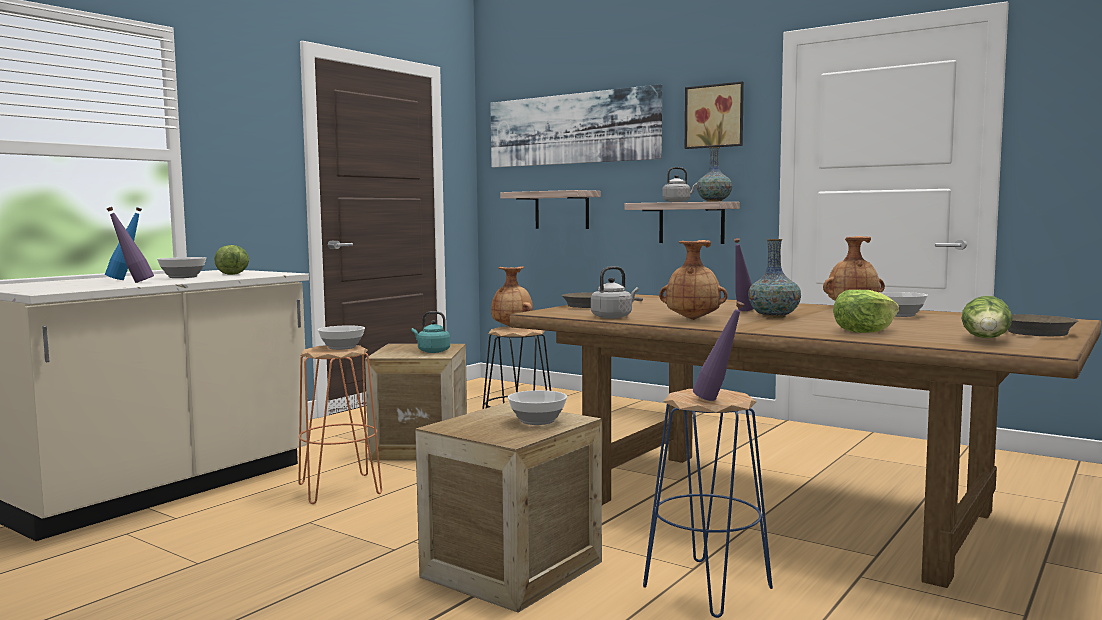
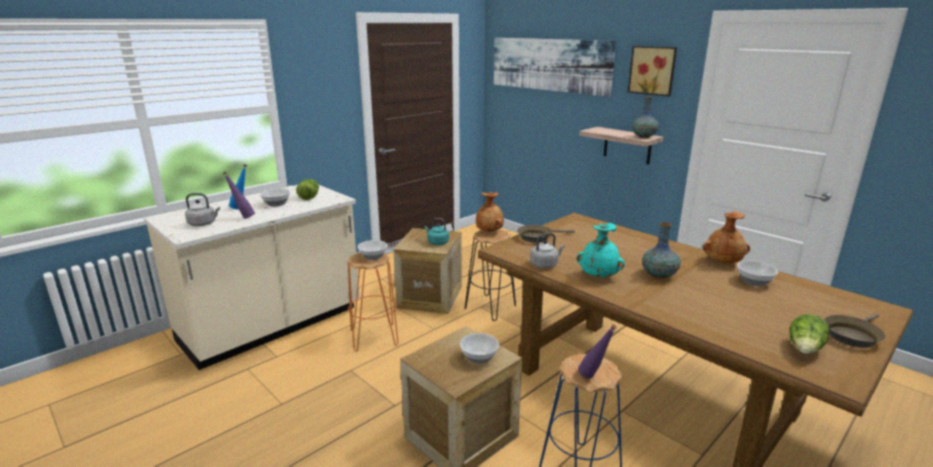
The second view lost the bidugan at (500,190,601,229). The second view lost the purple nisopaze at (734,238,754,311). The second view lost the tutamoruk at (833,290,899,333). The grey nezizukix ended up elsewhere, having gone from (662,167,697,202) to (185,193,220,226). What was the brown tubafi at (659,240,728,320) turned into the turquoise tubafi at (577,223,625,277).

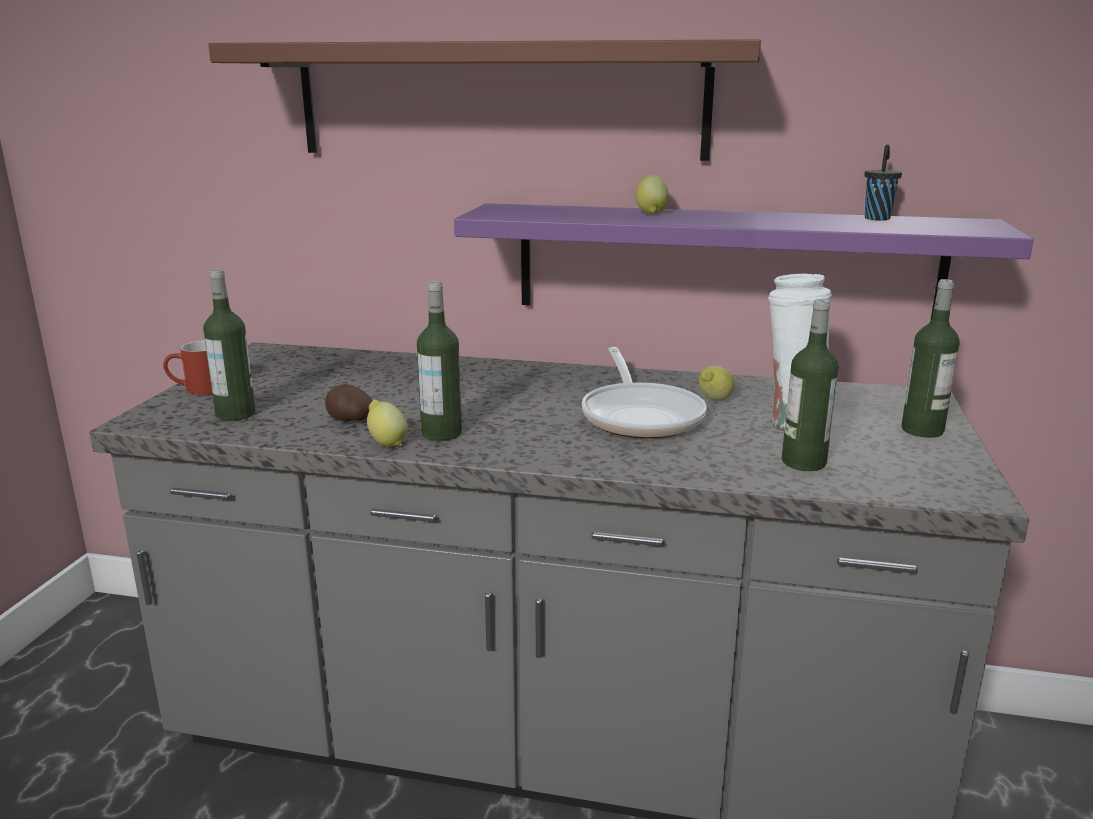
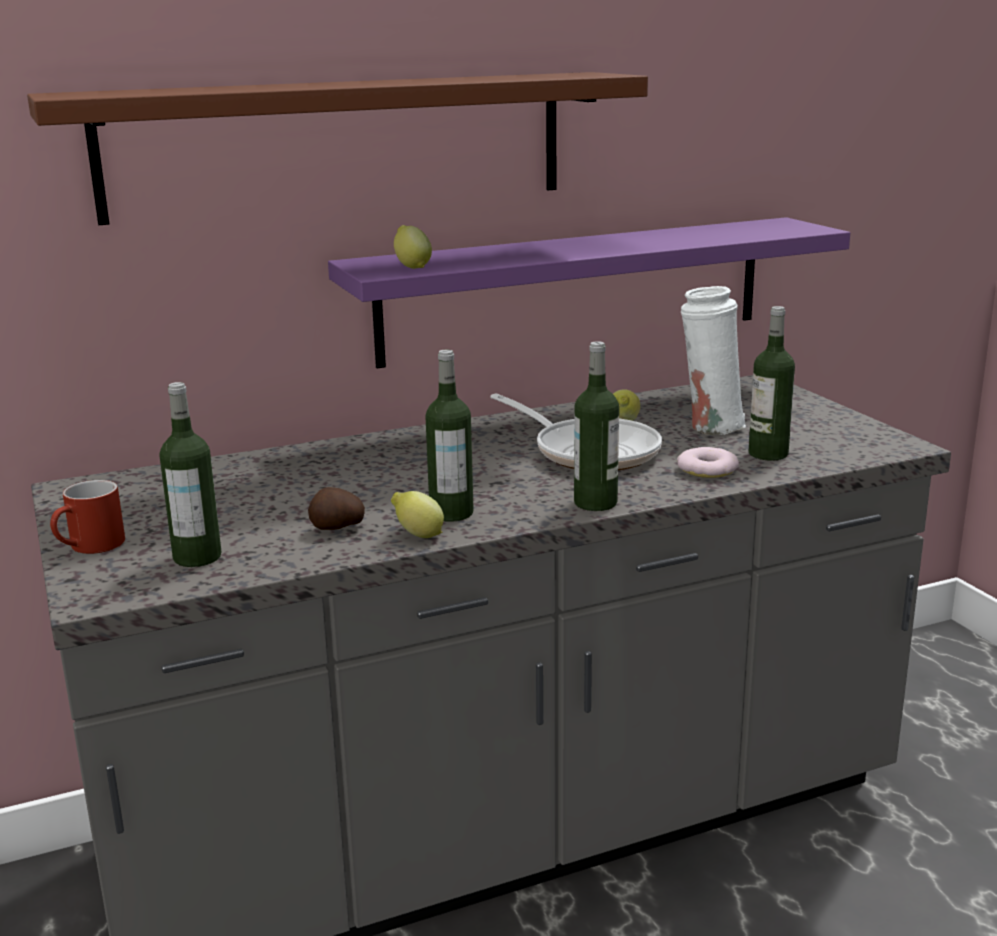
The second view lost the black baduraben at (865,145,902,221). The second view gained the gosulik at (677,447,739,478). The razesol ended up elsewhere, having gone from (636,174,669,214) to (394,225,432,269). The nisopaze ended up elsewhere, having gone from (901,279,960,438) to (574,341,619,511).

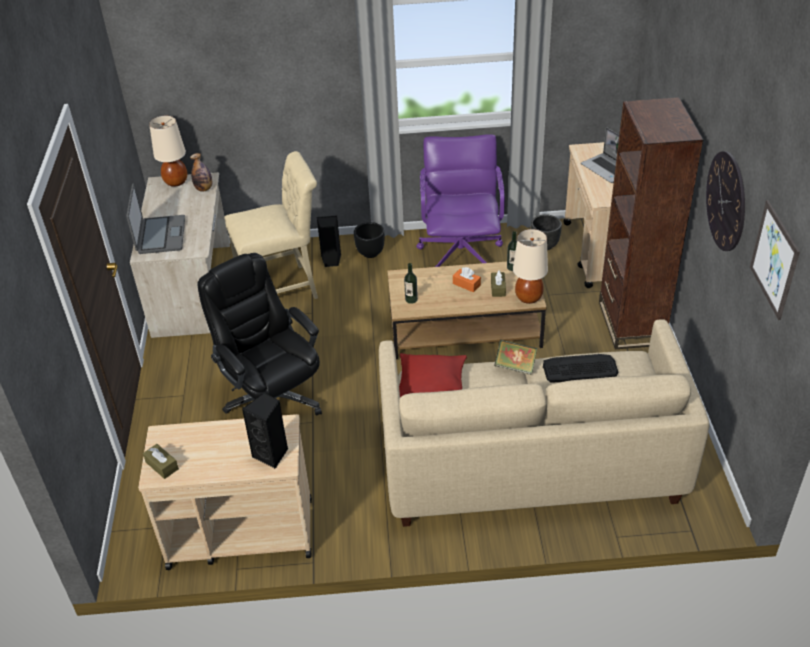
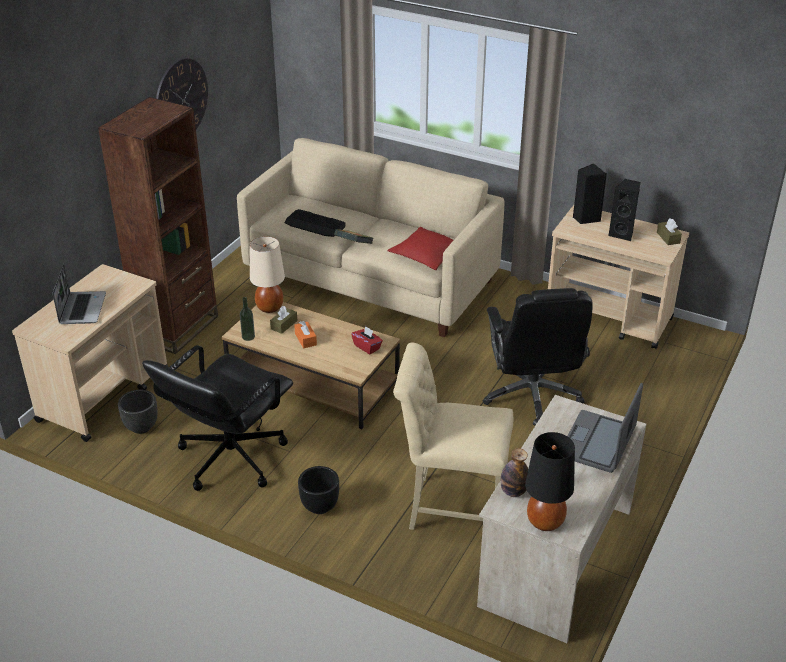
The second view lost the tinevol at (750,200,800,320). The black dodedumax ended up elsewhere, having gone from (316,215,341,267) to (609,179,641,241). Where the nisopaze stood at (404,263,418,304), the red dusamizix came to stand at (351,326,383,354). What was the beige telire at (149,116,187,187) turned into the black telire at (525,432,575,531). What was the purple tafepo at (416,134,505,267) turned into the black tafepo at (142,345,293,491).

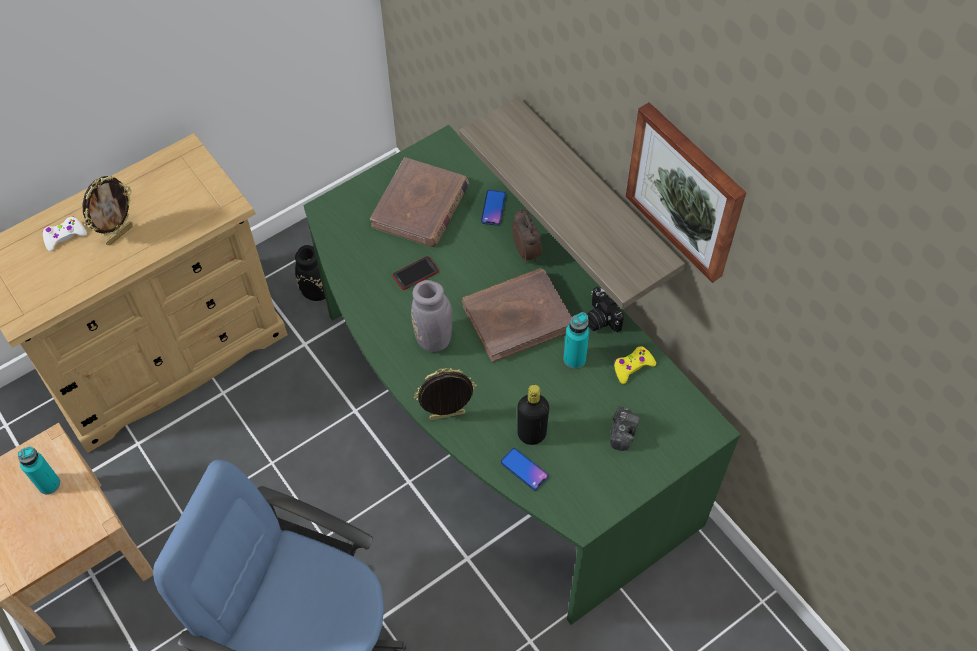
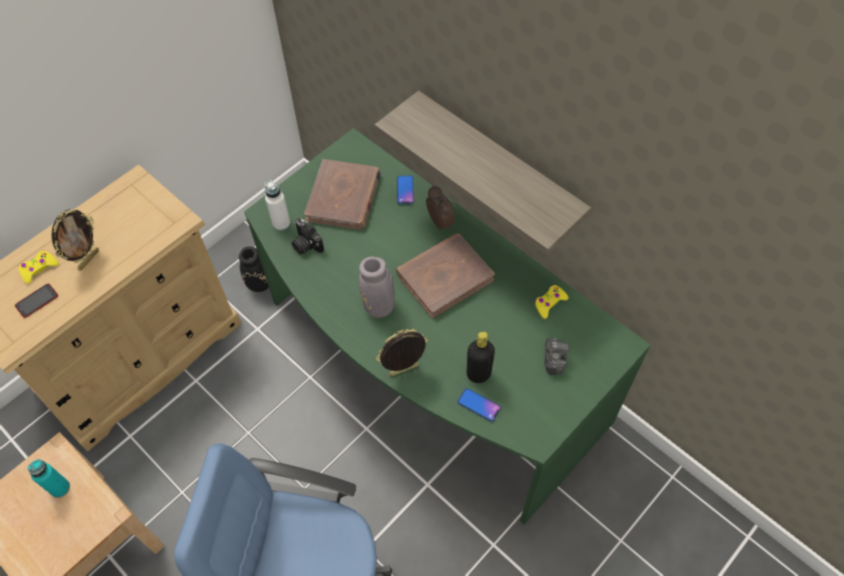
The second view lost the turquoise nisopaze at (563,312,589,369). The second view lost the tinevol at (626,102,746,283). The second view gained the white nisopaze at (265,180,291,231). The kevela ended up elsewhere, having gone from (393,256,439,290) to (15,283,58,318). The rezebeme ended up elsewhere, having gone from (587,287,624,332) to (292,218,324,255). What was the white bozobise at (43,217,87,251) turned into the yellow bozobise at (19,250,59,284).

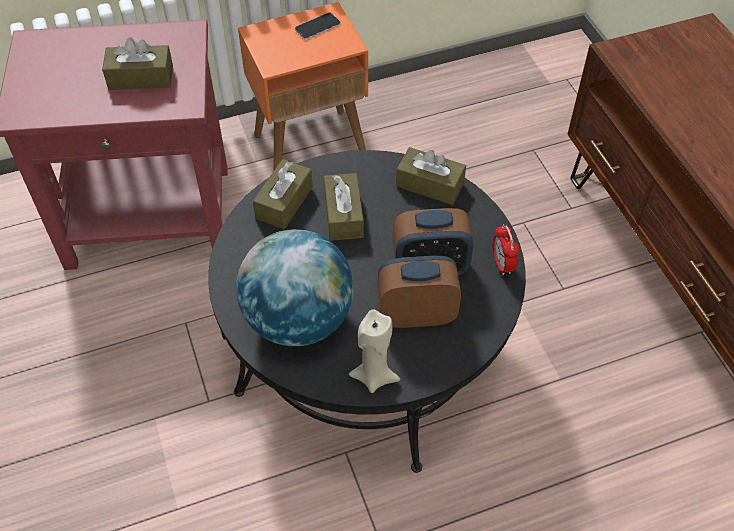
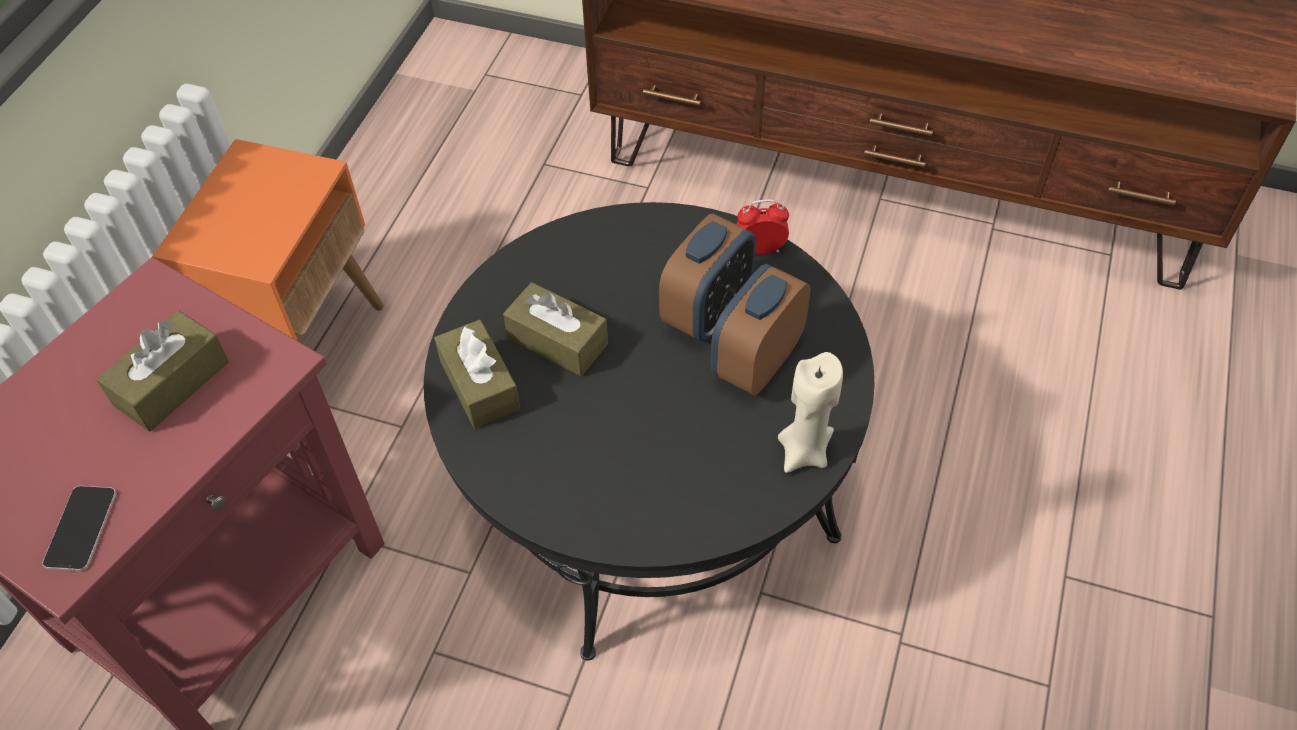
The second view lost the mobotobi at (236,229,354,346). The second view lost the brown dusamizix at (396,147,466,205). The kevela ended up elsewhere, having gone from (295,13,341,39) to (42,486,116,571). The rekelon at (493,224,519,275) ended up facing another way, 150 degrees clockwise from before.

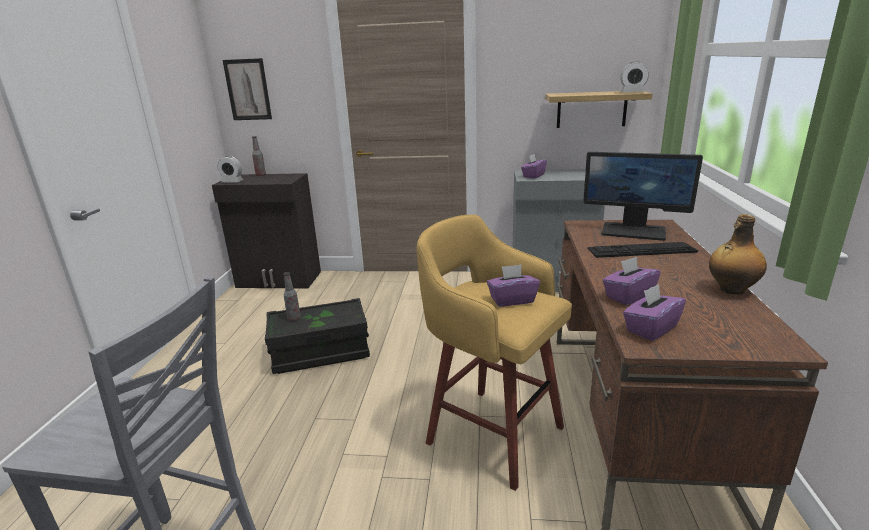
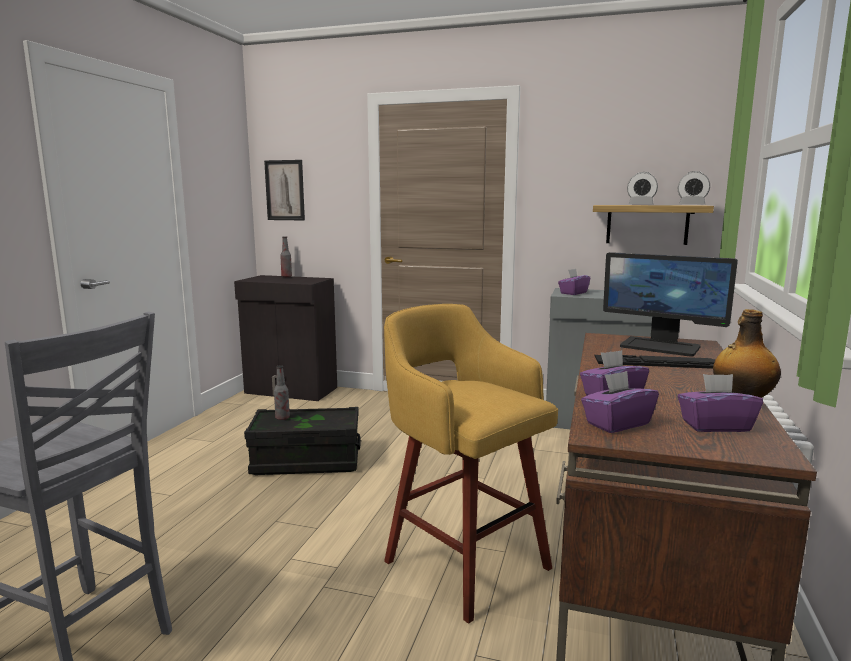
The rekelon ended up elsewhere, having gone from (218,156,243,182) to (627,172,658,204). The purple dusamizix ended up elsewhere, having gone from (487,265,540,307) to (678,374,763,432).

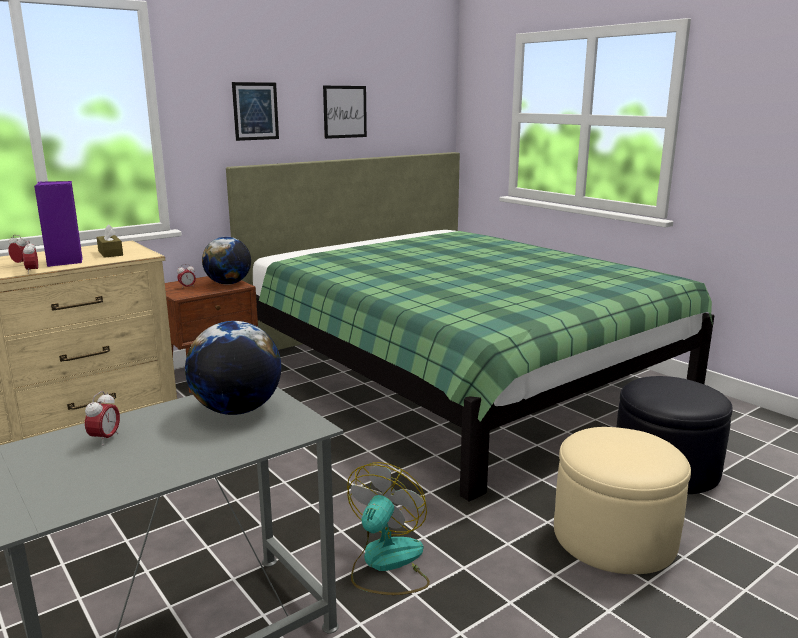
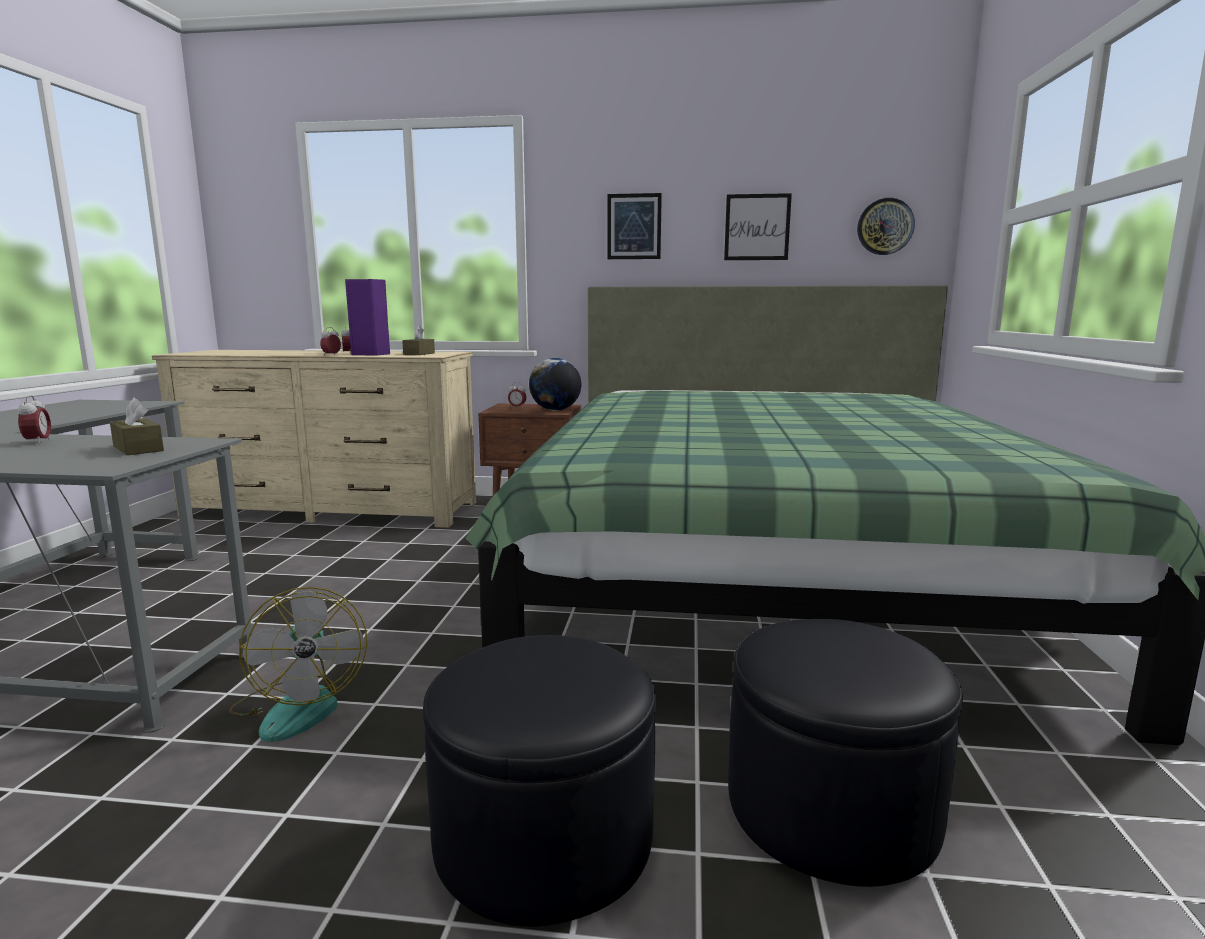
The second view gained the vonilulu at (857,198,915,255). Where the mobotobi stood at (185,321,281,415), the brown dusamizix came to stand at (110,397,164,455). What was the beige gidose at (554,427,691,574) turned into the black gidose at (423,635,656,927). The rekelon at (85,391,120,446) ended up facing another way, 75 degrees counterclockwise from before. The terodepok at (347,462,430,595) ended up facing another way, 90 degrees clockwise from before.

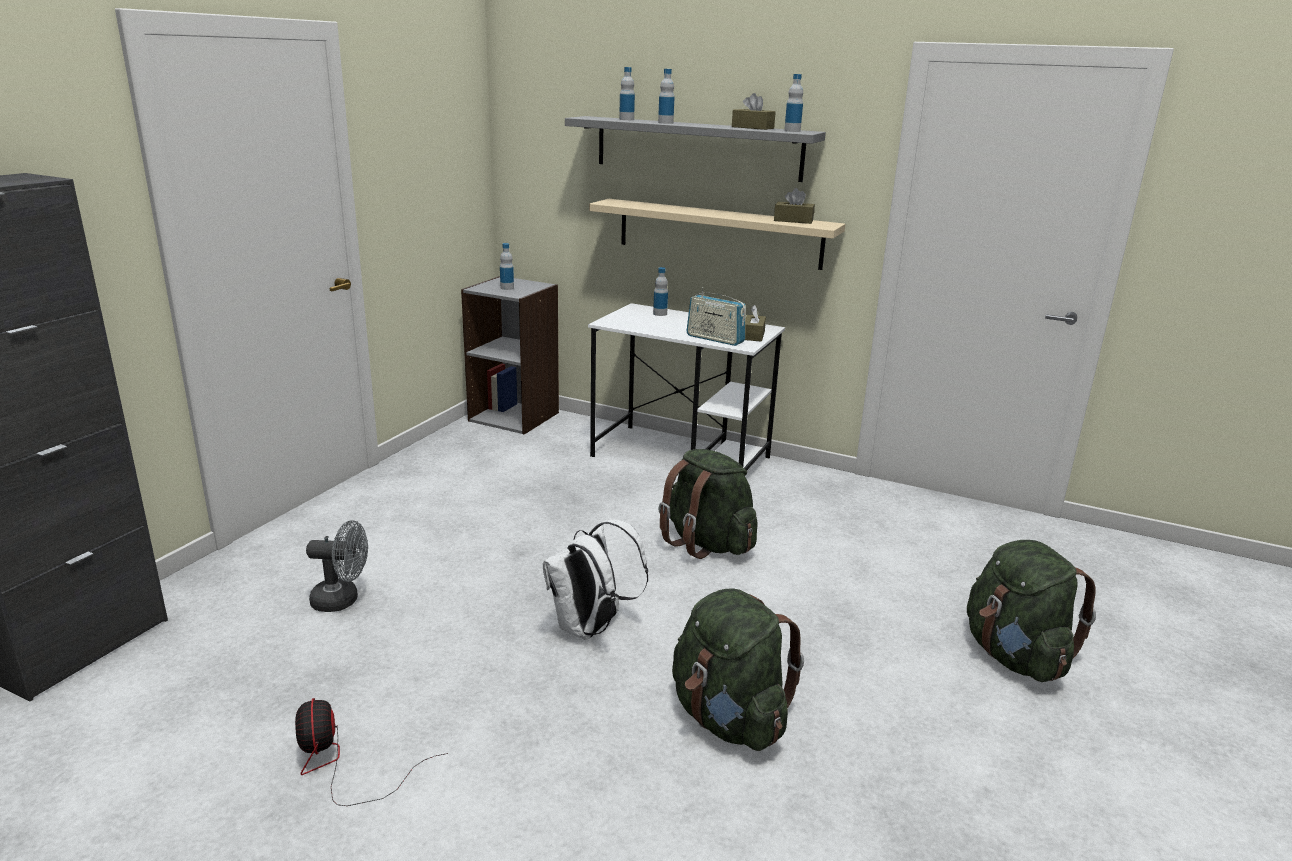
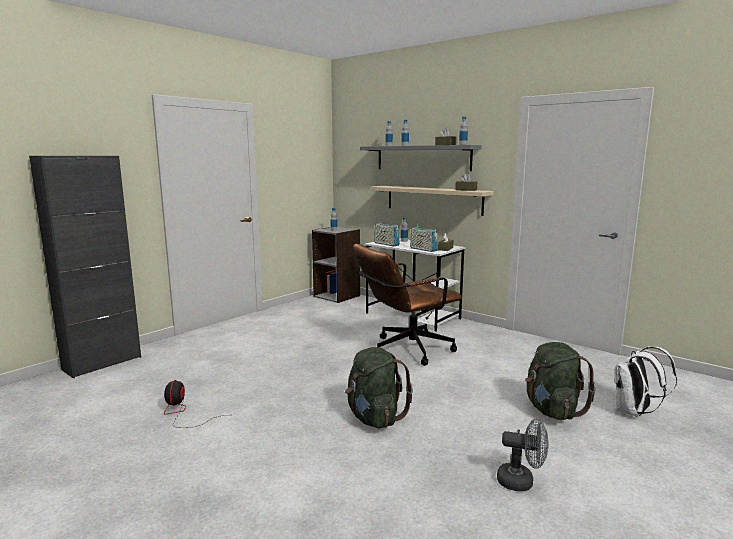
The second view gained the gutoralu at (374,219,400,246). The grey terodepok ended up elsewhere, having gone from (306,520,368,612) to (497,419,549,491). The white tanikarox ended up elsewhere, having gone from (543,520,648,640) to (614,346,677,417). Where the green tanikarox stood at (658,449,757,559), the brown tafepo came to stand at (354,244,462,366).

